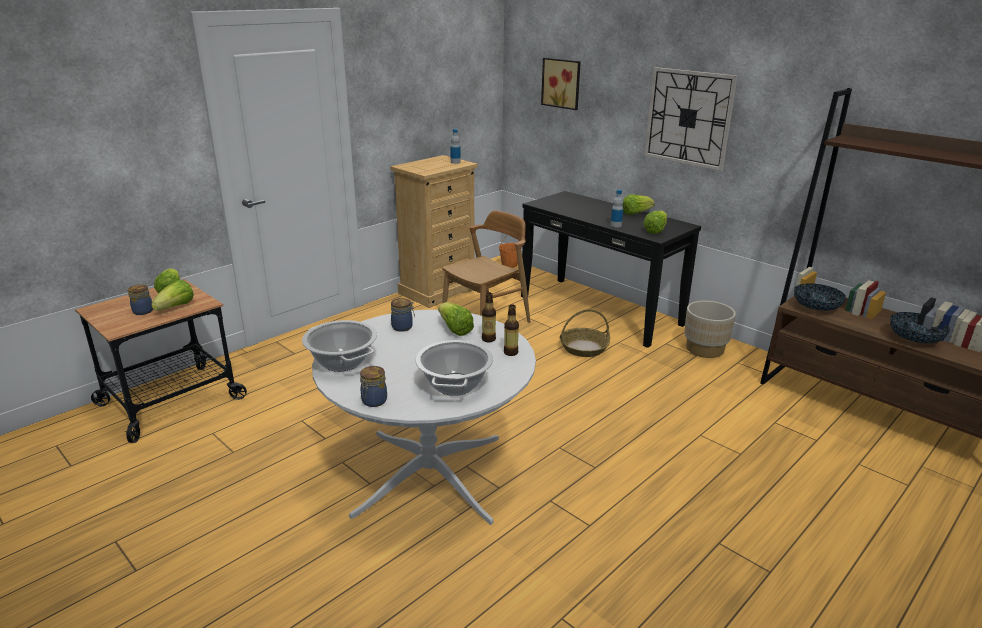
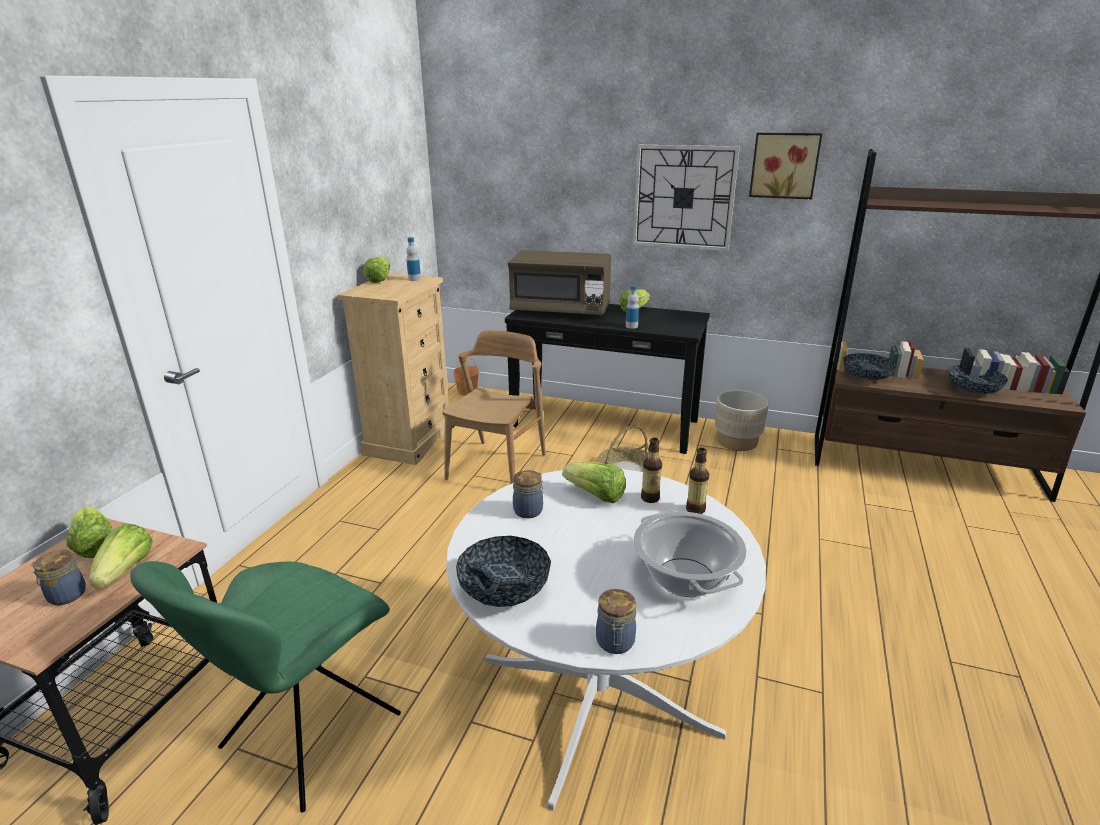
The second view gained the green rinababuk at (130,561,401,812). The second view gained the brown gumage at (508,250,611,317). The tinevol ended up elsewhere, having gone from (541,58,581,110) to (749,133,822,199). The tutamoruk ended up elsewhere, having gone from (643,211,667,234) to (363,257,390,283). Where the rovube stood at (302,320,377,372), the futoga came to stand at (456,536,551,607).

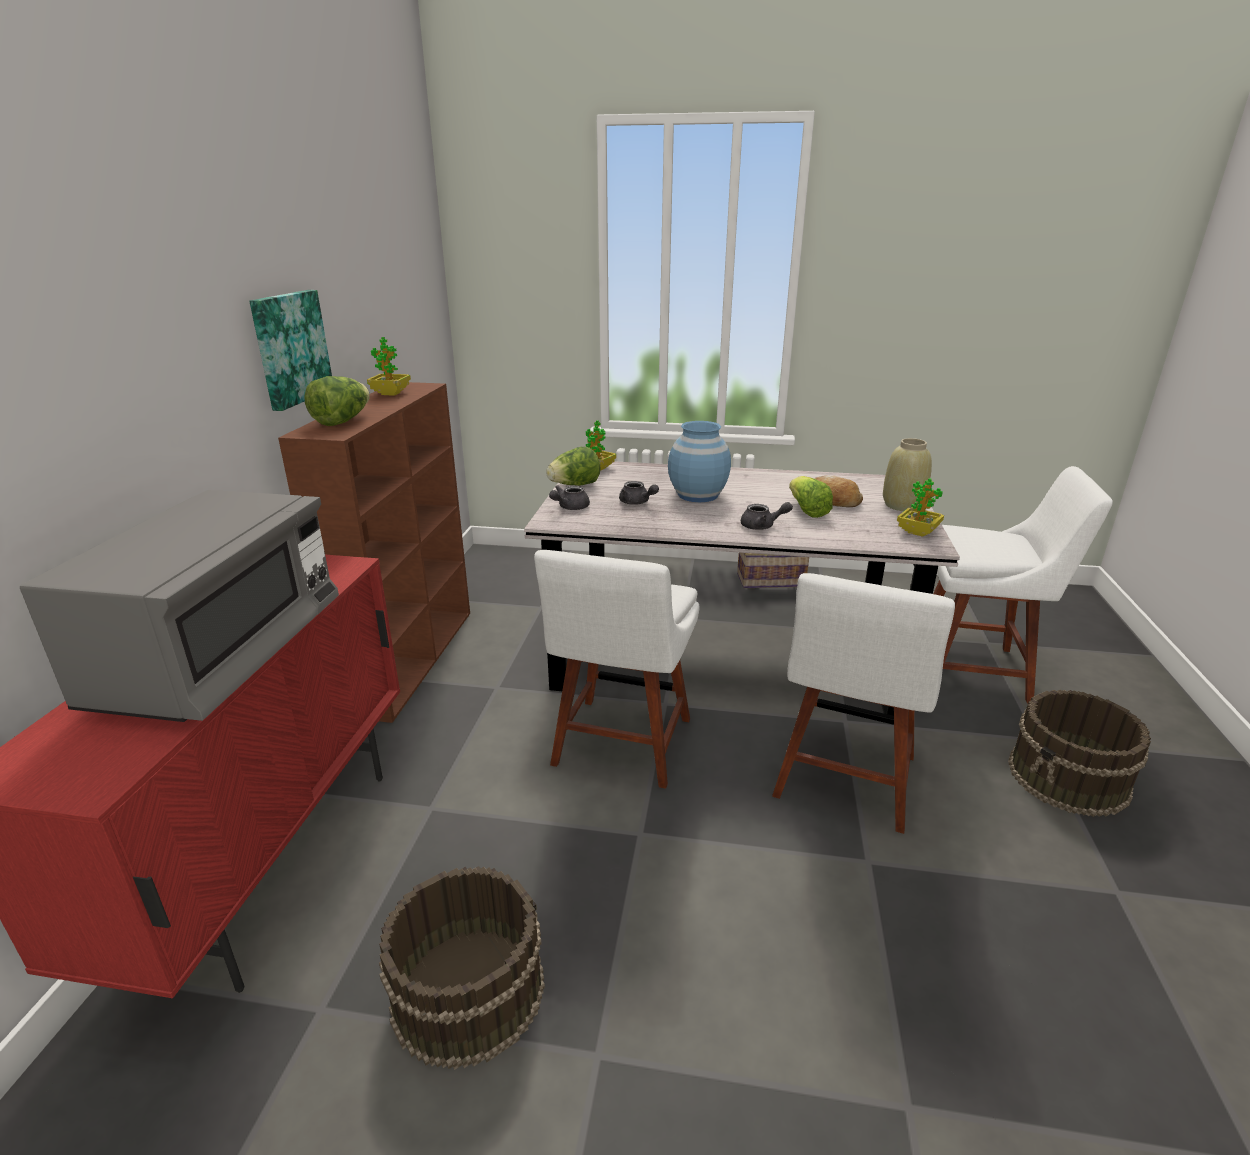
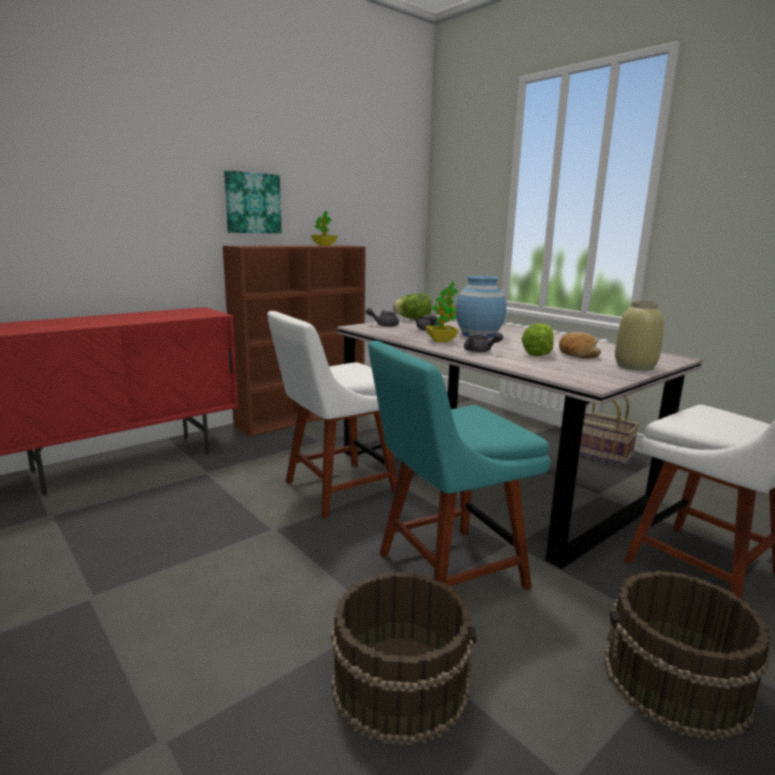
The second view lost the grey gumage at (20,490,339,722). The second view lost the tutamoruk at (304,376,370,426). The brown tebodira ended up elsewhere, having gone from (379,866,545,1070) to (331,572,477,746). The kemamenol ended up elsewhere, having gone from (897,478,944,537) to (425,297,458,342). What was the white rinababuk at (772,573,955,834) turned into the turquoise rinababuk at (368,340,551,591).

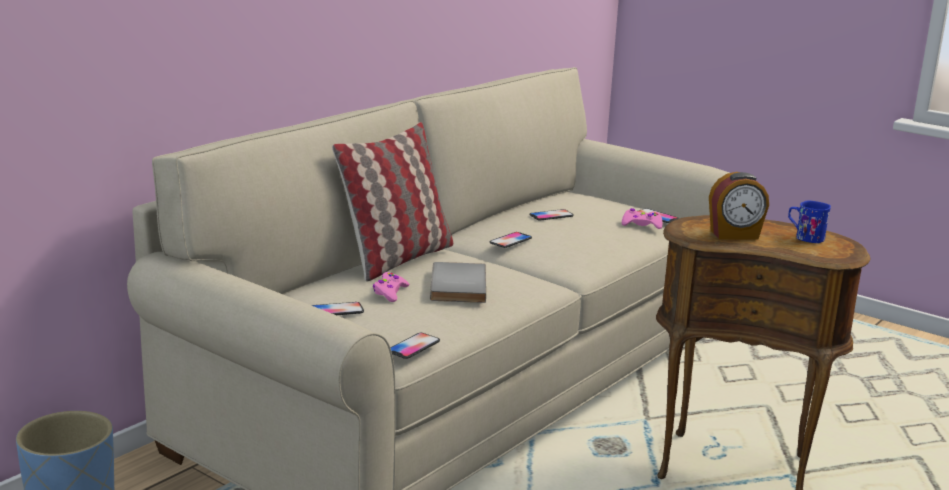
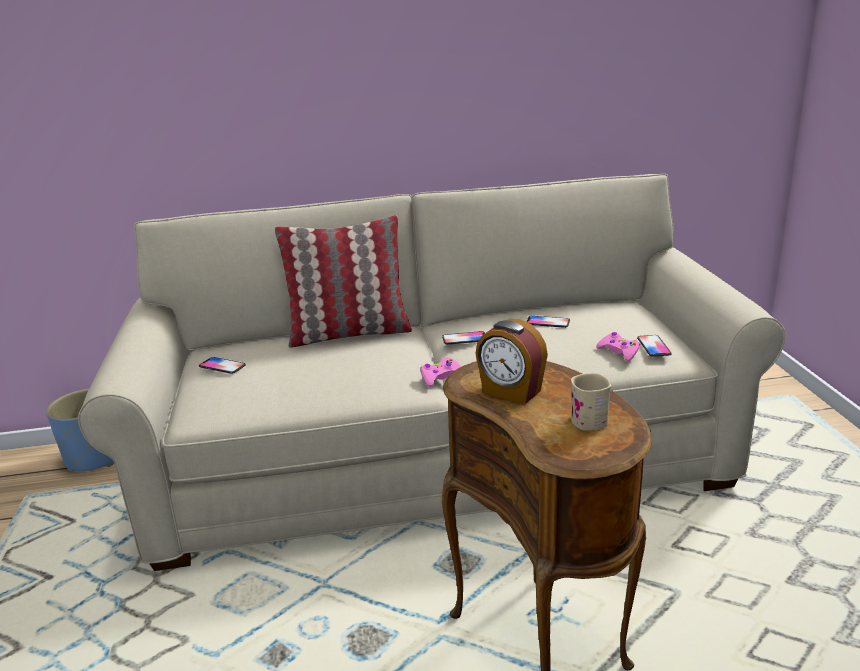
The second view lost the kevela at (390,333,440,359). The second view lost the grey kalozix at (430,262,486,303). The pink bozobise ended up elsewhere, having gone from (373,272,409,302) to (420,358,461,387). What was the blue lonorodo at (788,201,831,243) turned into the beige lonorodo at (571,373,611,431).

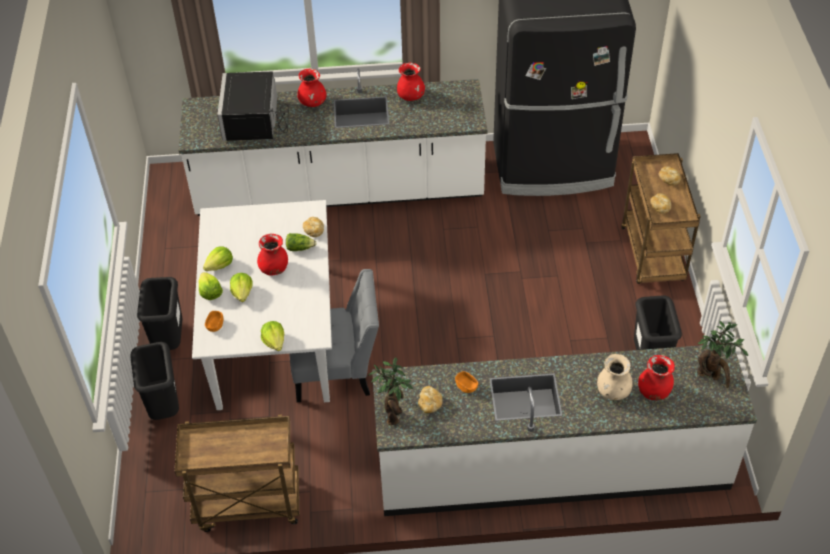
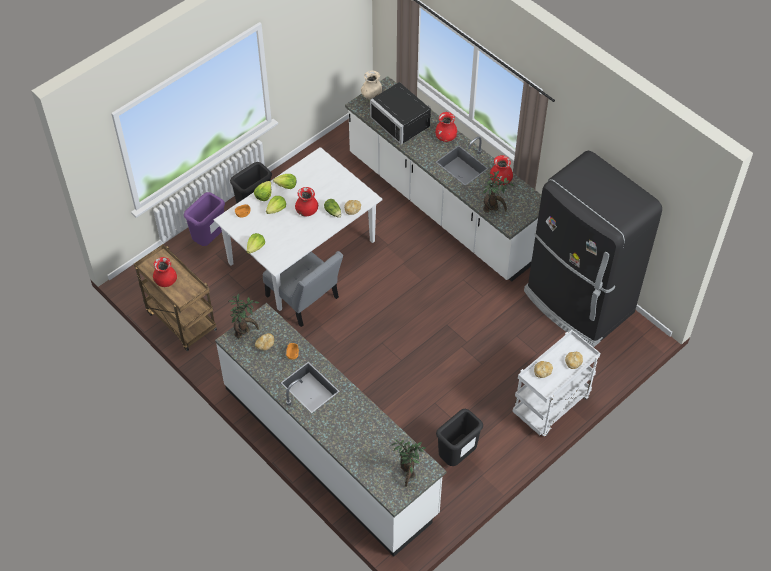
The second view gained the kemamenol at (483,171,514,213). The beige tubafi ended up elsewhere, having gone from (597,354,632,400) to (361,70,382,100). The red tubafi ended up elsewhere, having gone from (638,355,675,400) to (153,257,177,287). What was the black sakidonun at (130,342,179,420) turned into the purple sakidonun at (184,192,225,246). What was the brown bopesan at (621,153,701,284) turned into the white bopesan at (512,330,600,436). The black gumage at (218,72,289,141) ended up facing another way, 90 degrees counterclockwise from before.

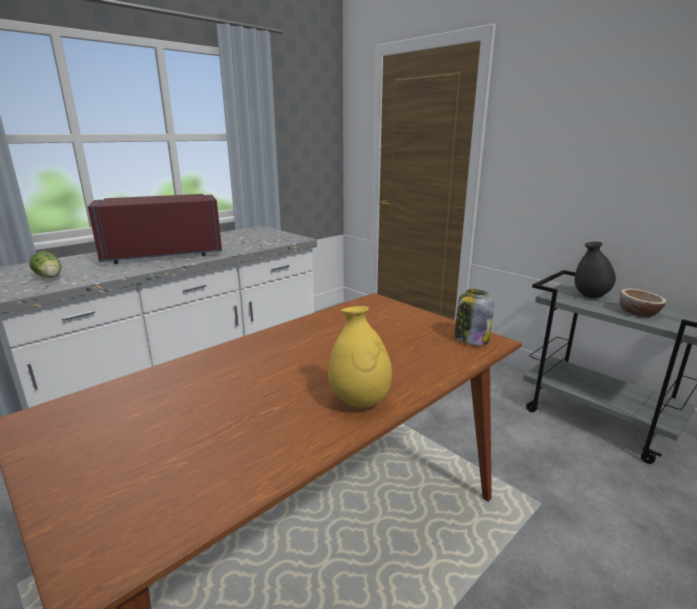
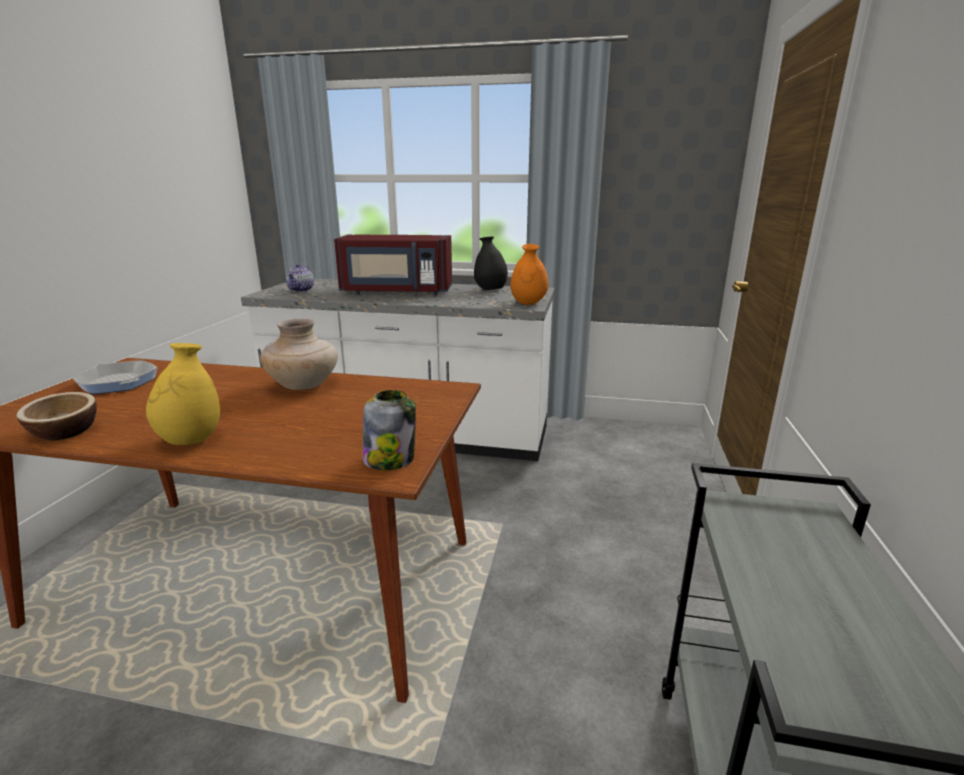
The second view gained the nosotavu at (71,360,157,394). The second view gained the beige tubafi at (260,318,338,390). The second view gained the orange tubafi at (511,244,549,305). The black tubafi ended up elsewhere, having gone from (575,242,616,298) to (474,236,508,290). The futoga ended up elsewhere, having gone from (620,288,667,317) to (16,392,97,441). Where the tutamoruk stood at (29,251,61,278), the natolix came to stand at (286,264,314,292). The red gumage at (88,194,222,264) ended up facing another way, 150 degrees clockwise from before.

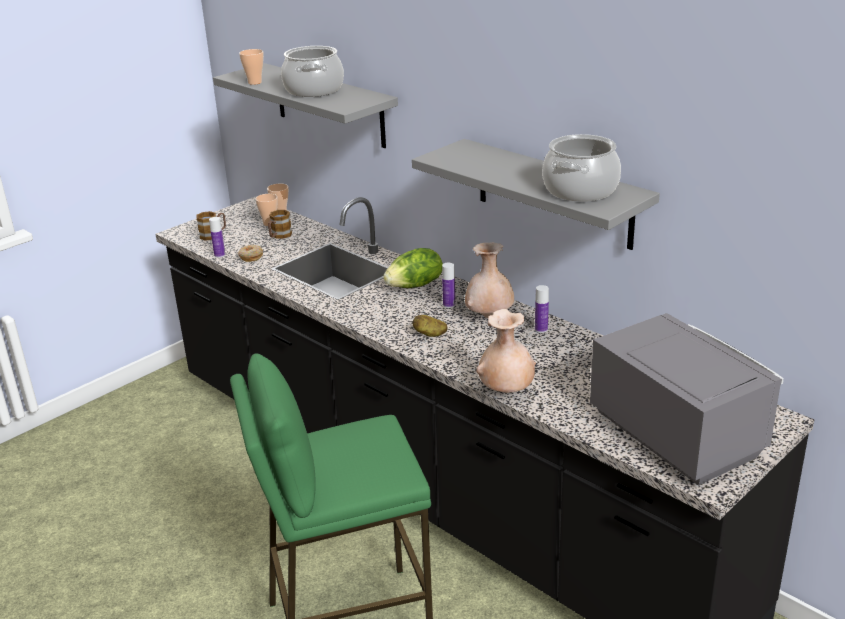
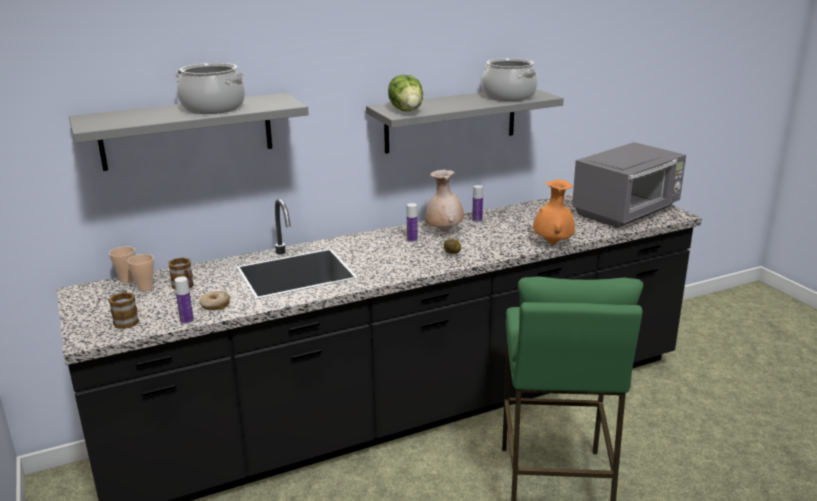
The second view lost the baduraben at (239,49,264,85). The tutamoruk ended up elsewhere, having gone from (383,248,443,288) to (388,75,423,111). What was the beige tubafi at (476,309,536,393) turned into the orange tubafi at (533,179,575,245). The grey gumage at (590,313,784,486) ended up facing another way, 150 degrees clockwise from before.

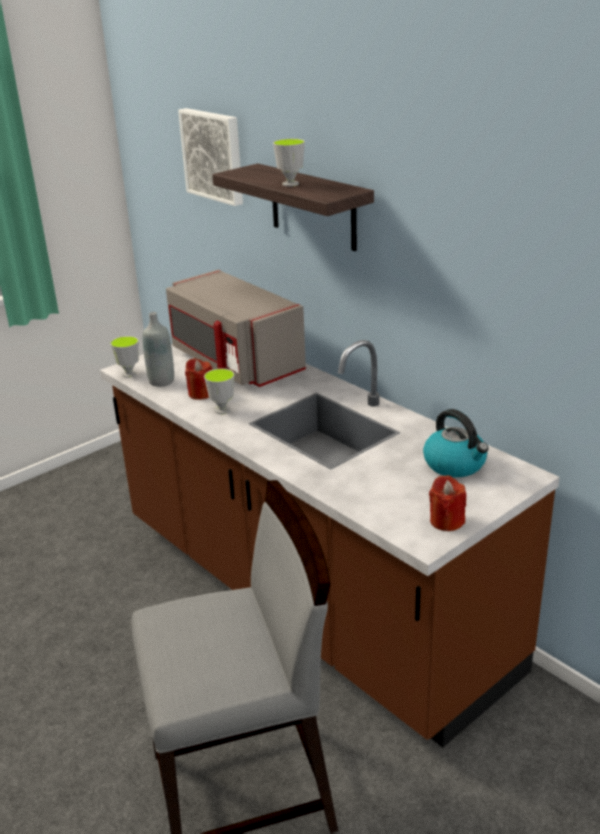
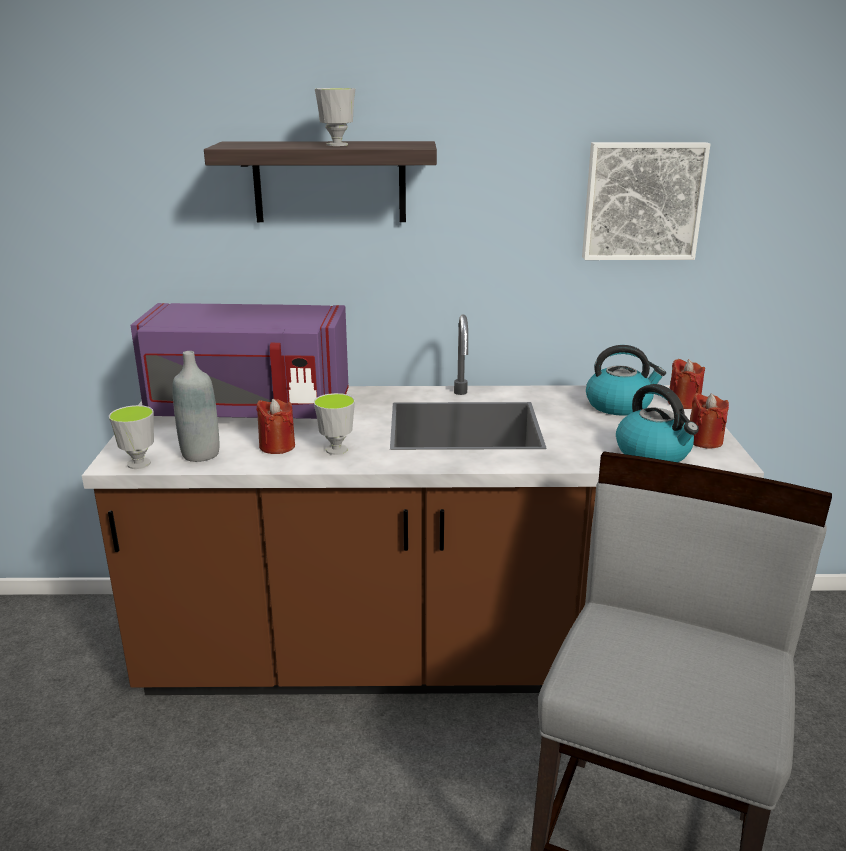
The second view gained the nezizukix at (616,384,699,462). The second view gained the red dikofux at (668,359,705,409). The tinevol ended up elsewhere, having gone from (178,108,243,206) to (582,142,710,260). What was the grey gumage at (166,270,306,387) turned into the purple gumage at (130,303,349,419).

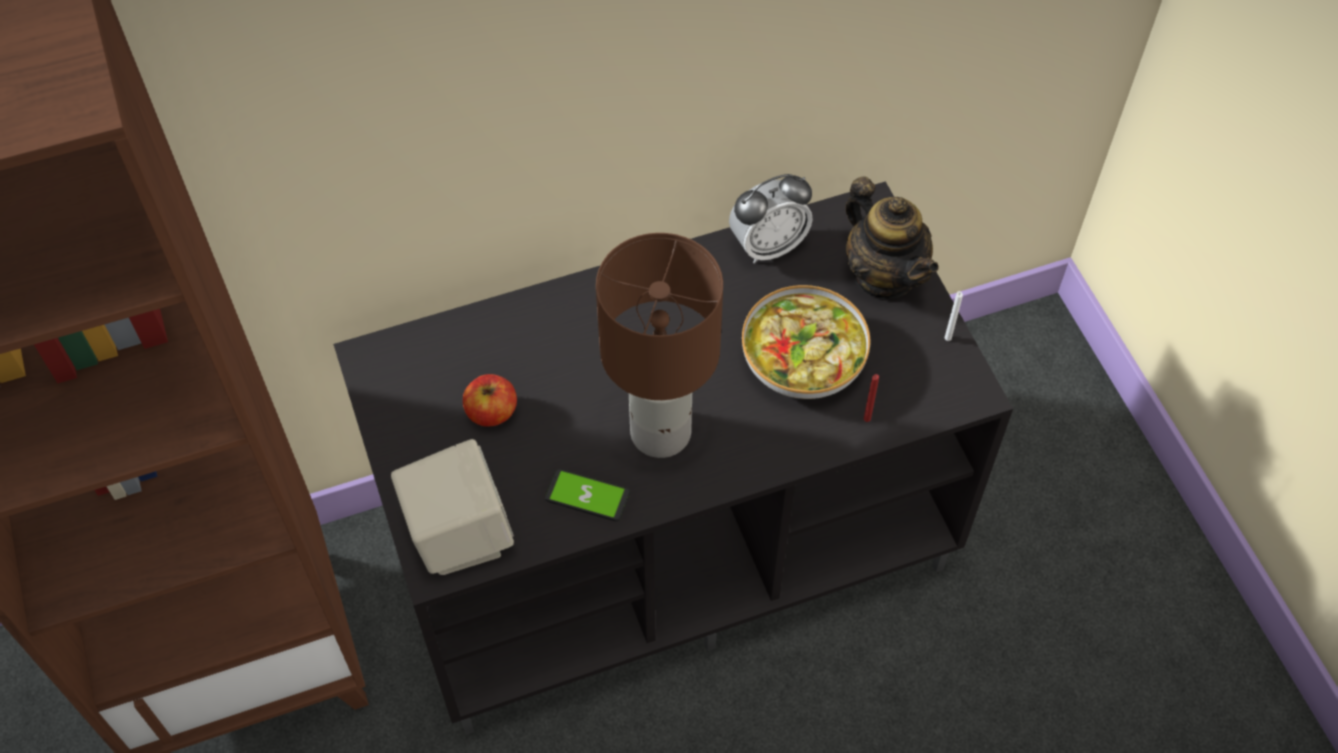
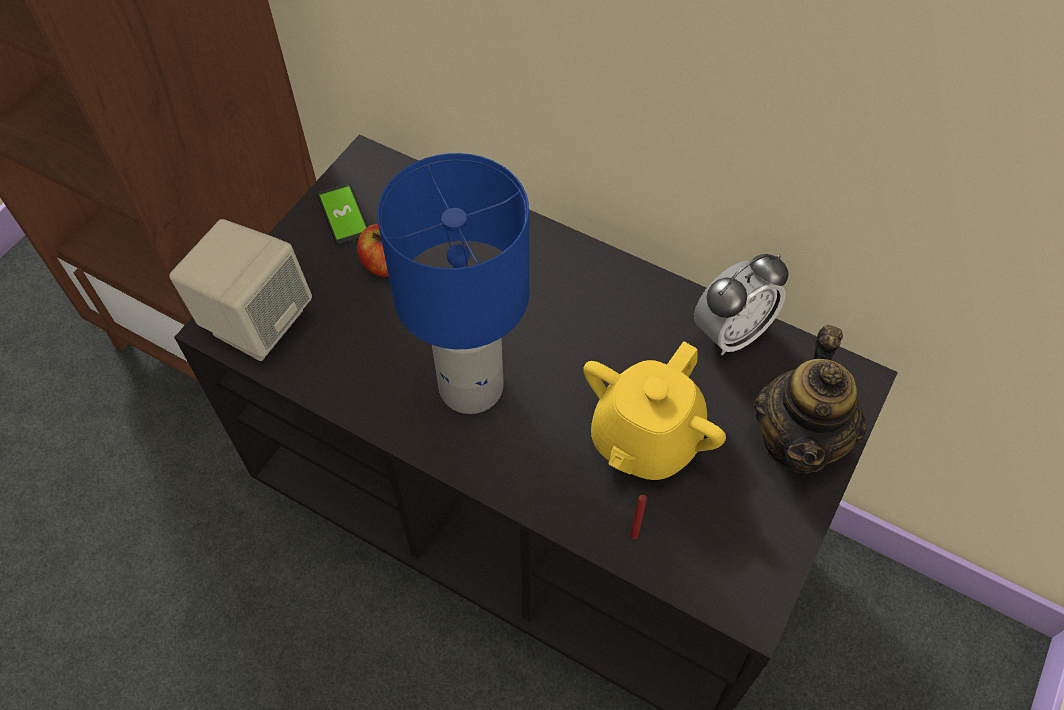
The second view lost the white dikofux at (945,291,963,341). The kevela ended up elsewhere, having gone from (545,469,630,521) to (317,183,368,245). Where the futoga stood at (742,285,870,399), the yellow natolix came to stand at (584,341,726,480). What was the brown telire at (596,233,723,458) turned into the blue telire at (377,153,529,414). The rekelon at (729,174,813,264) ended up facing another way, 60 degrees counterclockwise from before.

